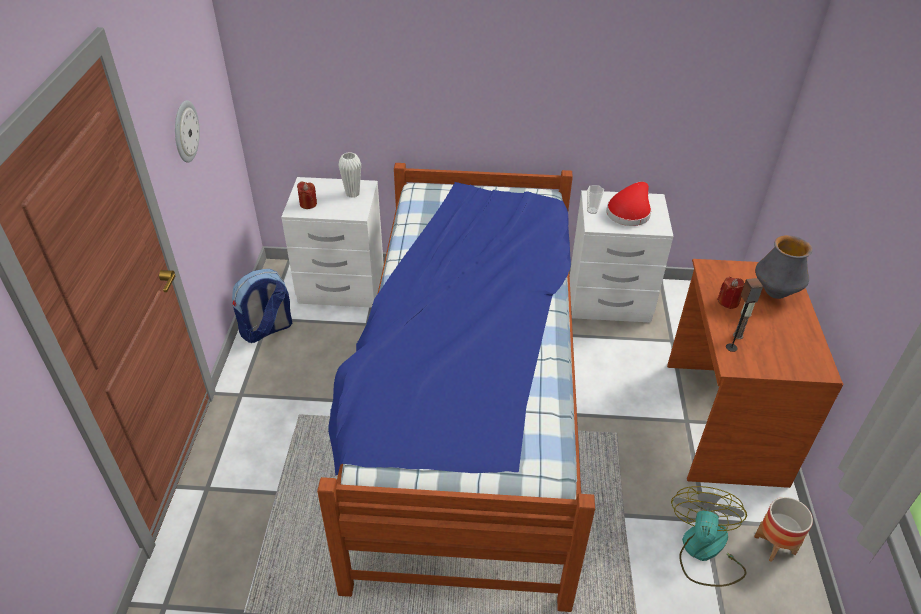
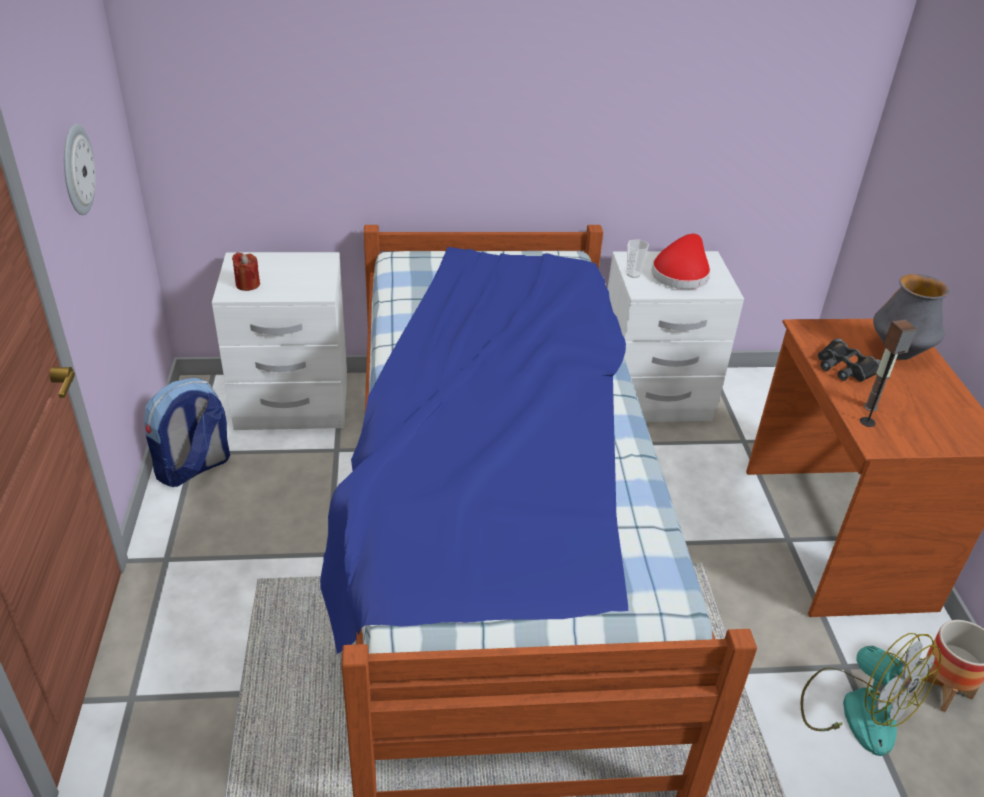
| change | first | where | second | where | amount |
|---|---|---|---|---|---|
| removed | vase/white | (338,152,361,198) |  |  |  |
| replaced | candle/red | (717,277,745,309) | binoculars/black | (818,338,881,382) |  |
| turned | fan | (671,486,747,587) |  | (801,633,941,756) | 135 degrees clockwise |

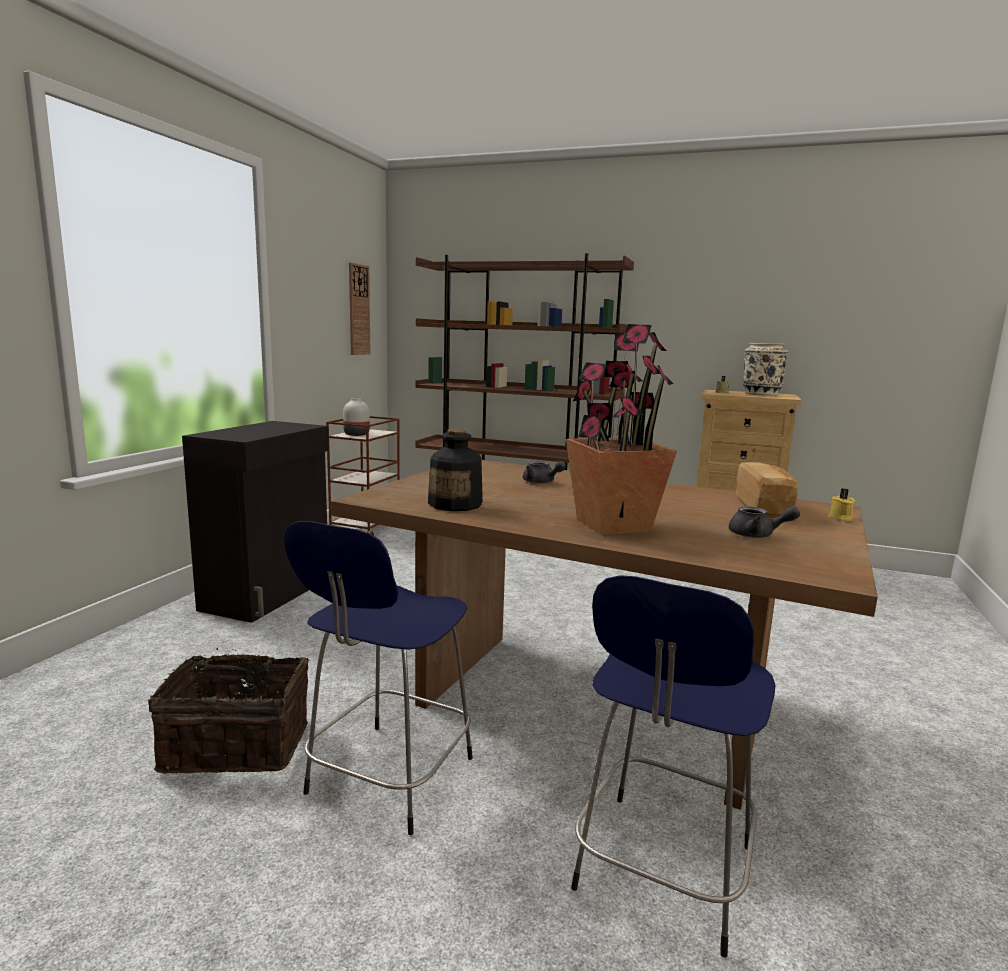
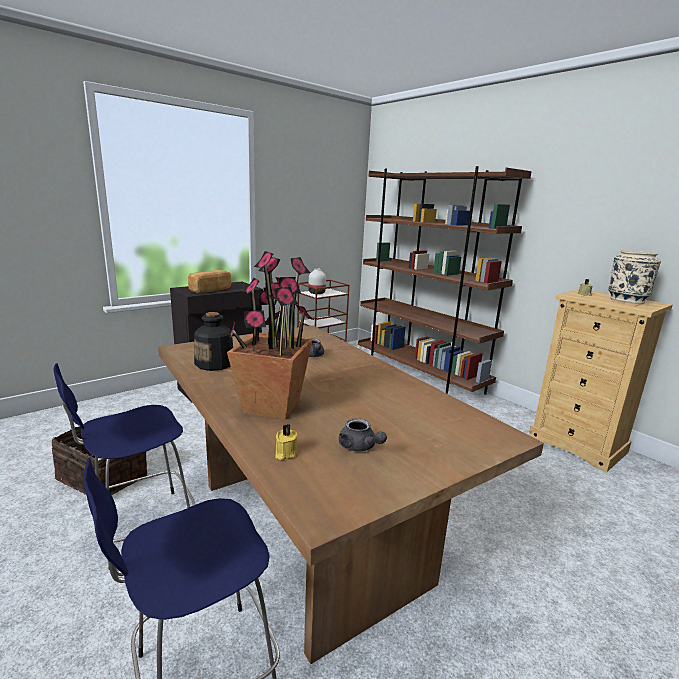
| change | first | where | second | where | amount |
|---|---|---|---|---|---|
| removed | wall clock | (349,263,371,355) |  |  |  |
| moved | bread | (736,462,798,518) |  | (188,270,231,293) |  |
| moved | candle/yellow | (828,488,855,521) |  | (275,424,298,460) |  |

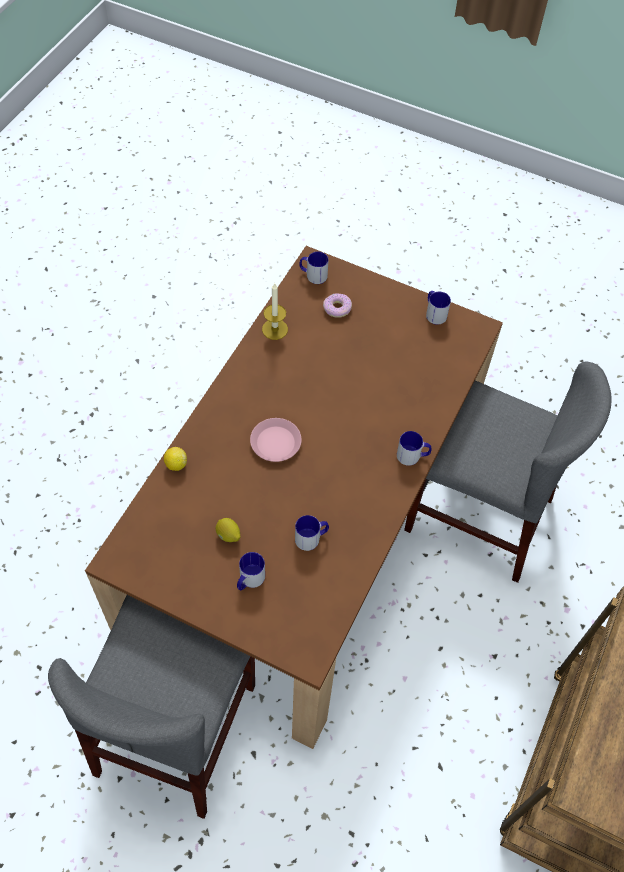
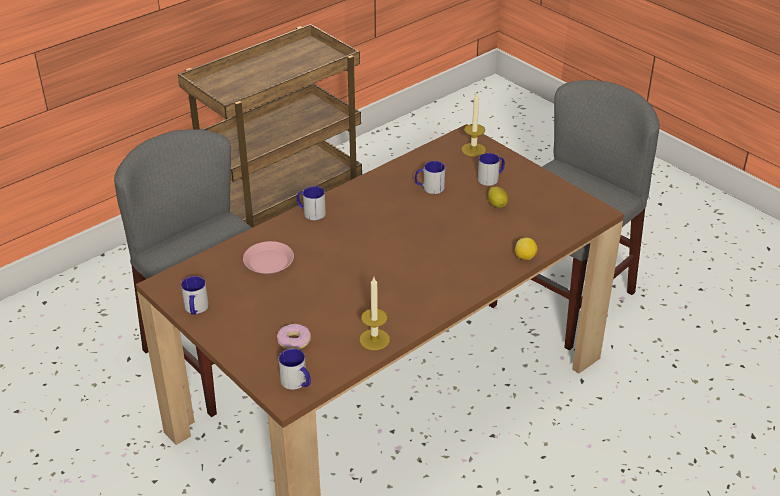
| change | first | where | second | where | amount |
|---|---|---|---|---|---|
| moved | plate/pink | (250,418,302,462) |  | (243,241,294,274) |  |
| added |  |  | candle | (461,93,486,157) |  |

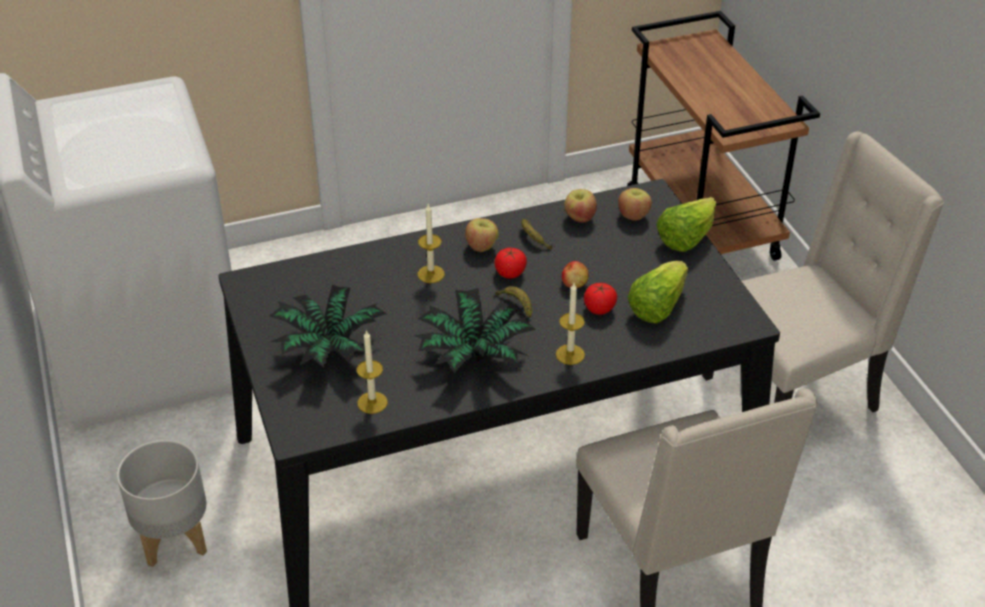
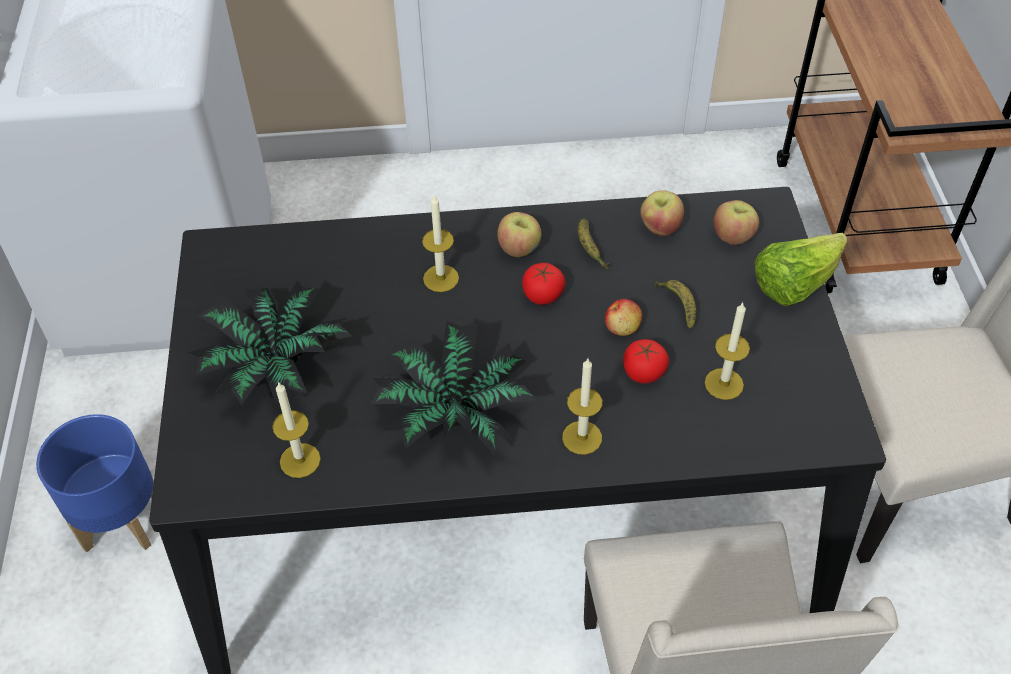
| change | first | where | second | where | amount |
|---|---|---|---|---|---|
| replaced | lettuce | (627,261,688,323) | candle | (705,302,750,400) |  |
| moved | banana | (495,286,532,318) |  | (654,280,696,329) |  |
| recoloured | planter/grey | (117,440,207,567) | planter/blue | (36,414,154,552) |  |

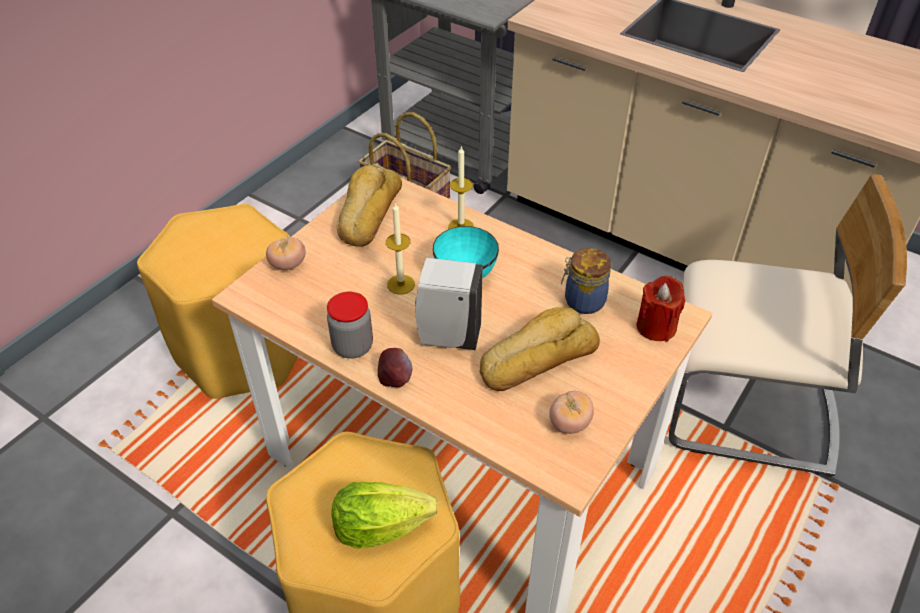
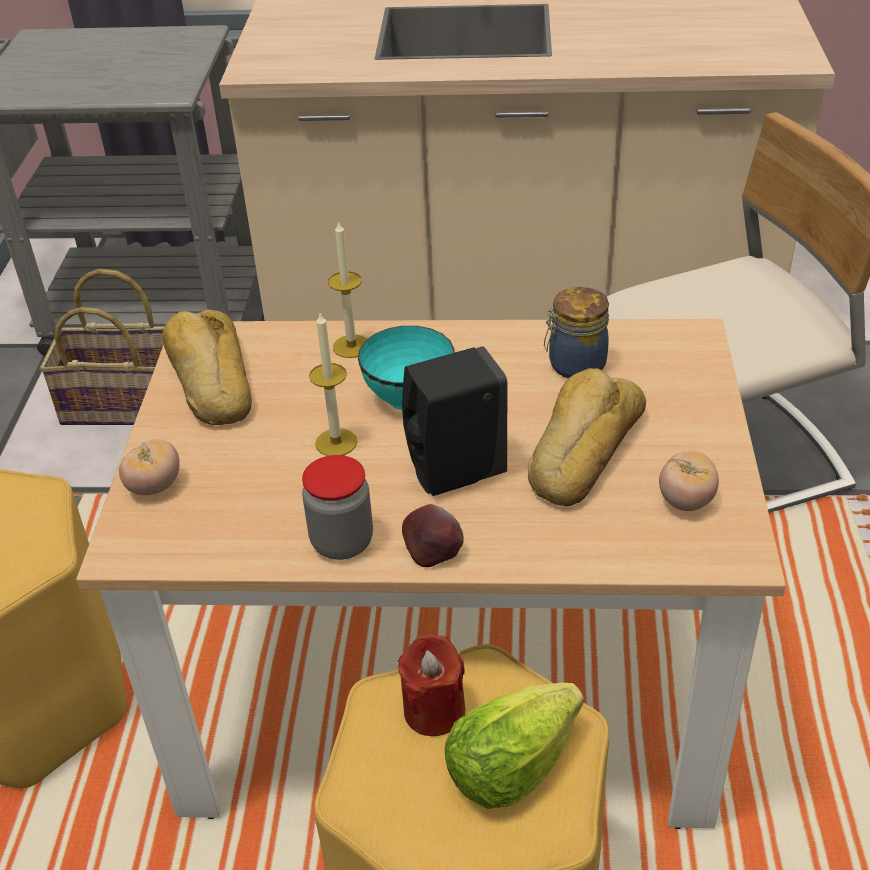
| change | first | where | second | where | amount |
|---|---|---|---|---|---|
| recoloured | soap dispenser/white | (415,258,483,350) | soap dispenser/black | (402,346,507,496) |  |
| moved | candle/red | (637,276,685,342) |  | (398,634,465,736) |  |

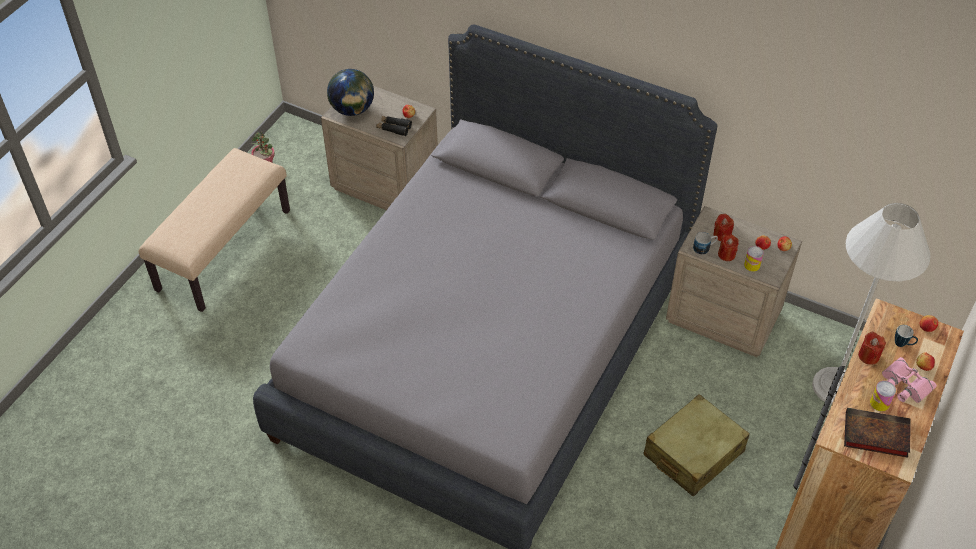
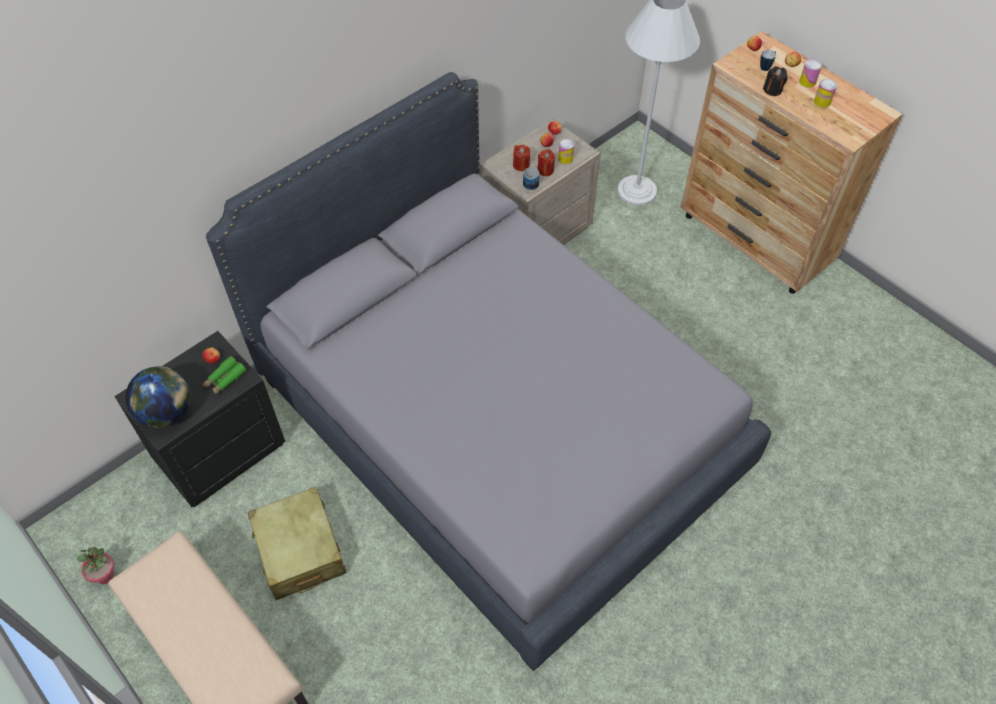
| change | first | where | second | where | amount |
|---|---|---|---|---|---|
| recoloured | nightstand/beige | (321,86,438,210) | nightstand/black | (114,331,285,507) |  |
| recoloured | binoculars/black | (376,116,412,136) | binoculars/green | (202,356,246,395) |  |
| recoloured | candle/red | (858,331,886,365) | candle/black | (763,66,788,96) |  |
| replaced | binoculars/pink | (882,357,937,403) | can | (799,59,822,88) |  |
| moved | suitcase/beige | (644,394,750,497) |  | (247,487,347,600) |  |
| removed | book | (844,408,911,458) |  |  |  |

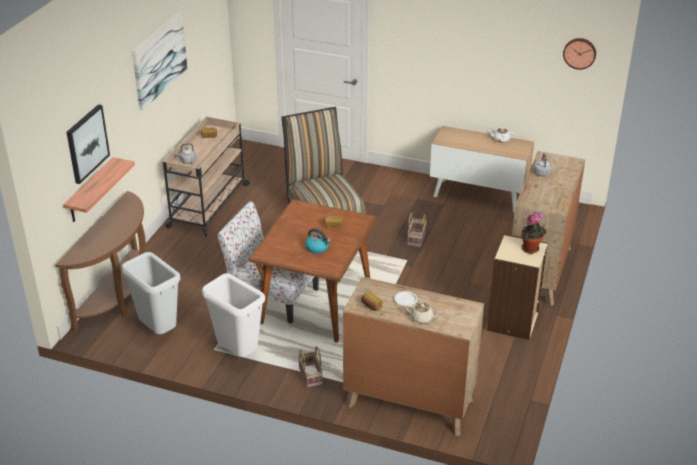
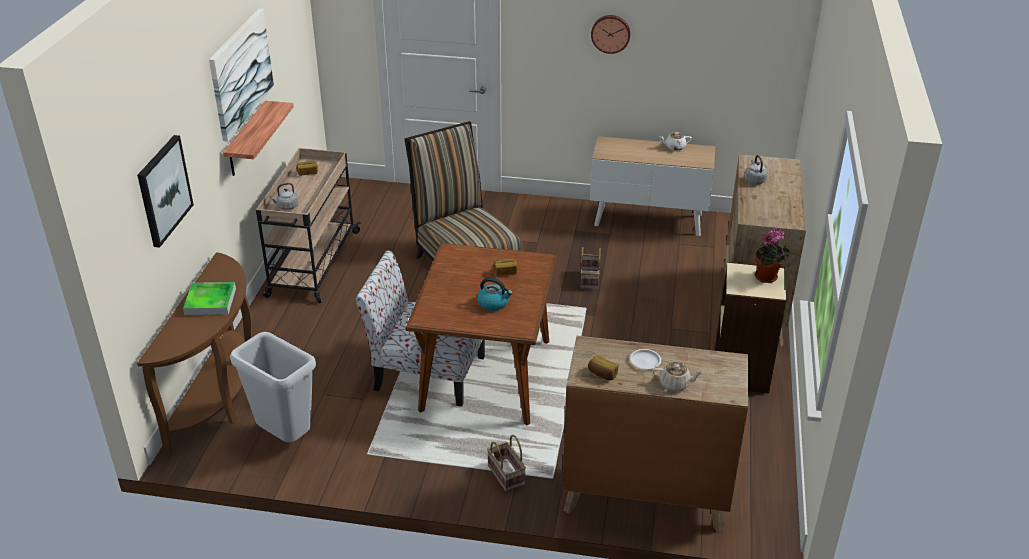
| change | first | where | second | where | amount |
|---|---|---|---|---|---|
| moved | wall clock | (563,38,596,70) |  | (591,15,630,54) |  |
| moved | shelf | (63,157,135,222) |  | (223,101,294,176) |  |
| removed | trash can/white | (202,273,265,357) |  |  |  |
| added |  |  | tray | (183,282,236,315) |  |

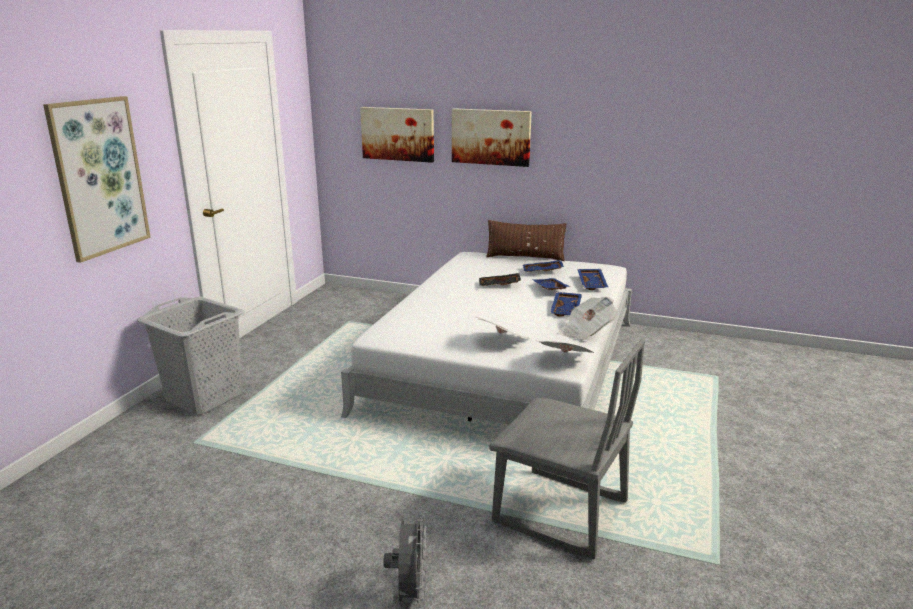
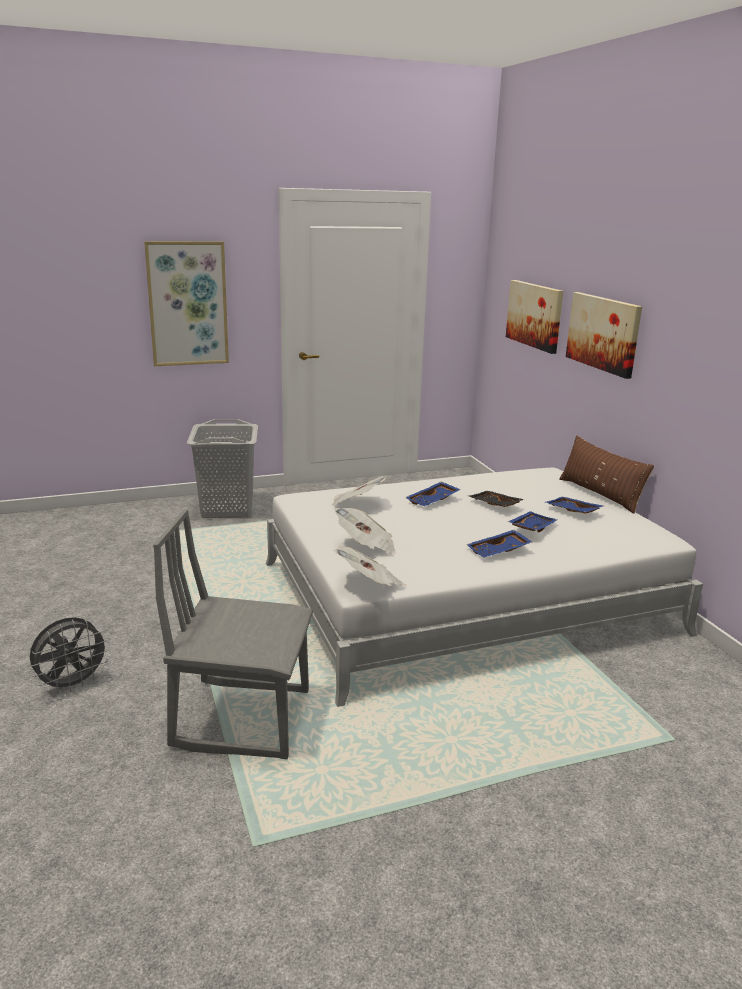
| change | first | where | second | where | amount |
|---|---|---|---|---|---|
| moved | tray/blue | (577,269,608,290) |  | (405,482,461,506) |  |
| moved | newspaper | (559,297,618,340) |  | (332,476,386,505) |  |
| turned | chair/grey | (489,339,645,559) |  | (153,509,313,759) | 105 degrees clockwise |

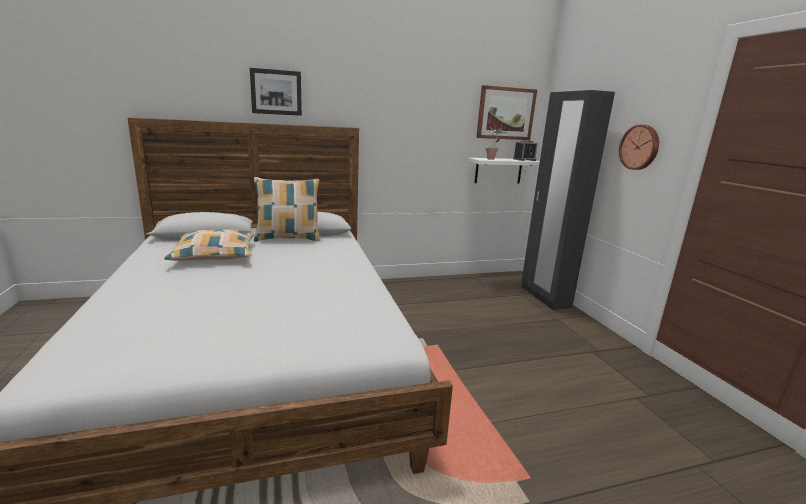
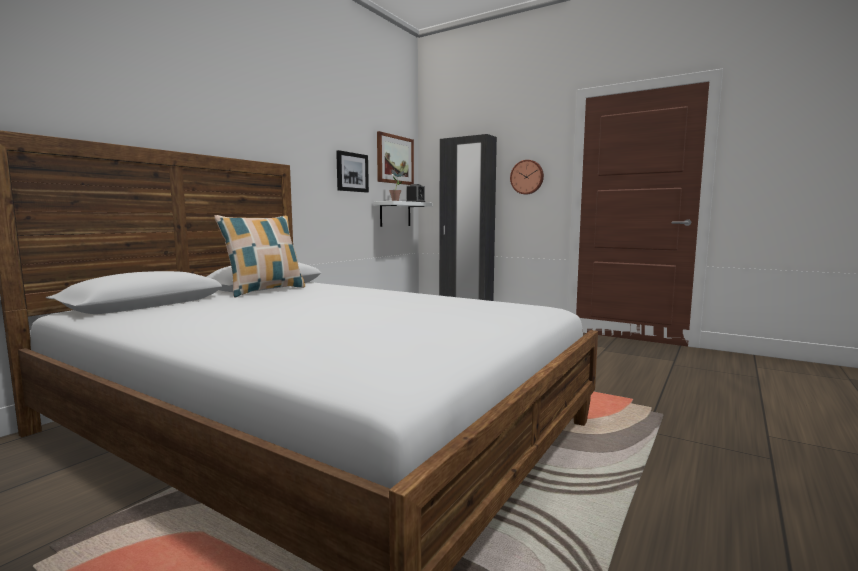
| change | first | where | second | where | amount |
|---|---|---|---|---|---|
| moved | picture | (250,68,302,116) |  | (336,150,369,193) |  |
| removed | pillow | (164,229,254,261) |  |  |  |

